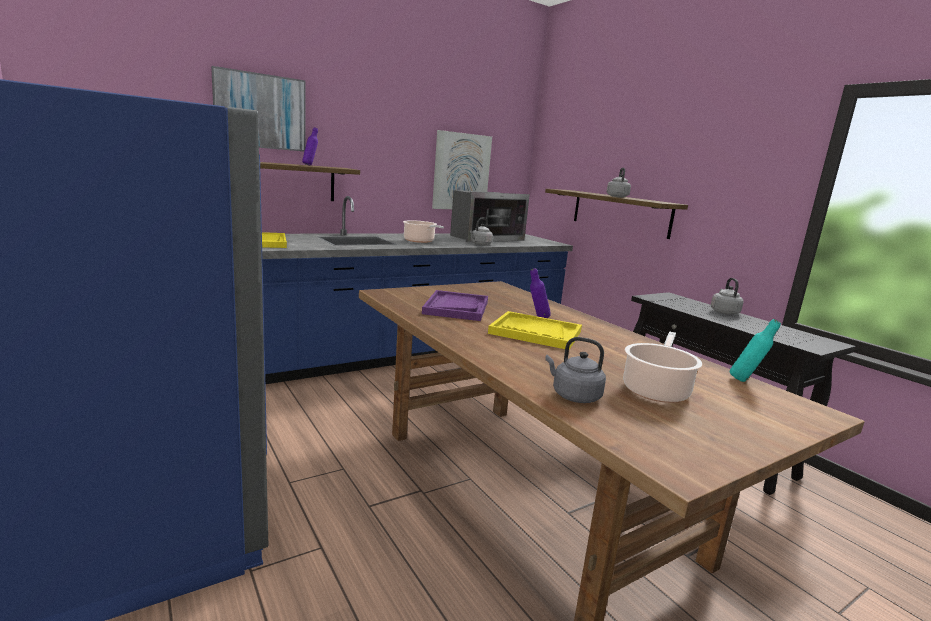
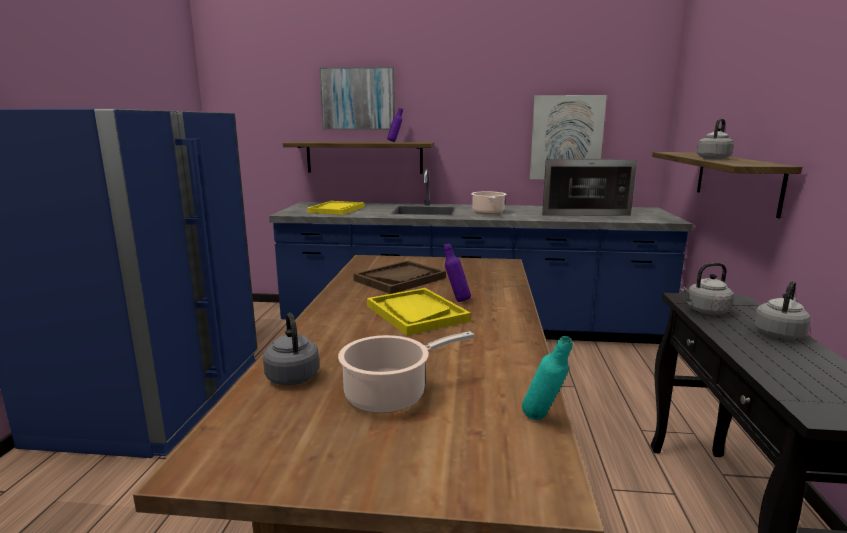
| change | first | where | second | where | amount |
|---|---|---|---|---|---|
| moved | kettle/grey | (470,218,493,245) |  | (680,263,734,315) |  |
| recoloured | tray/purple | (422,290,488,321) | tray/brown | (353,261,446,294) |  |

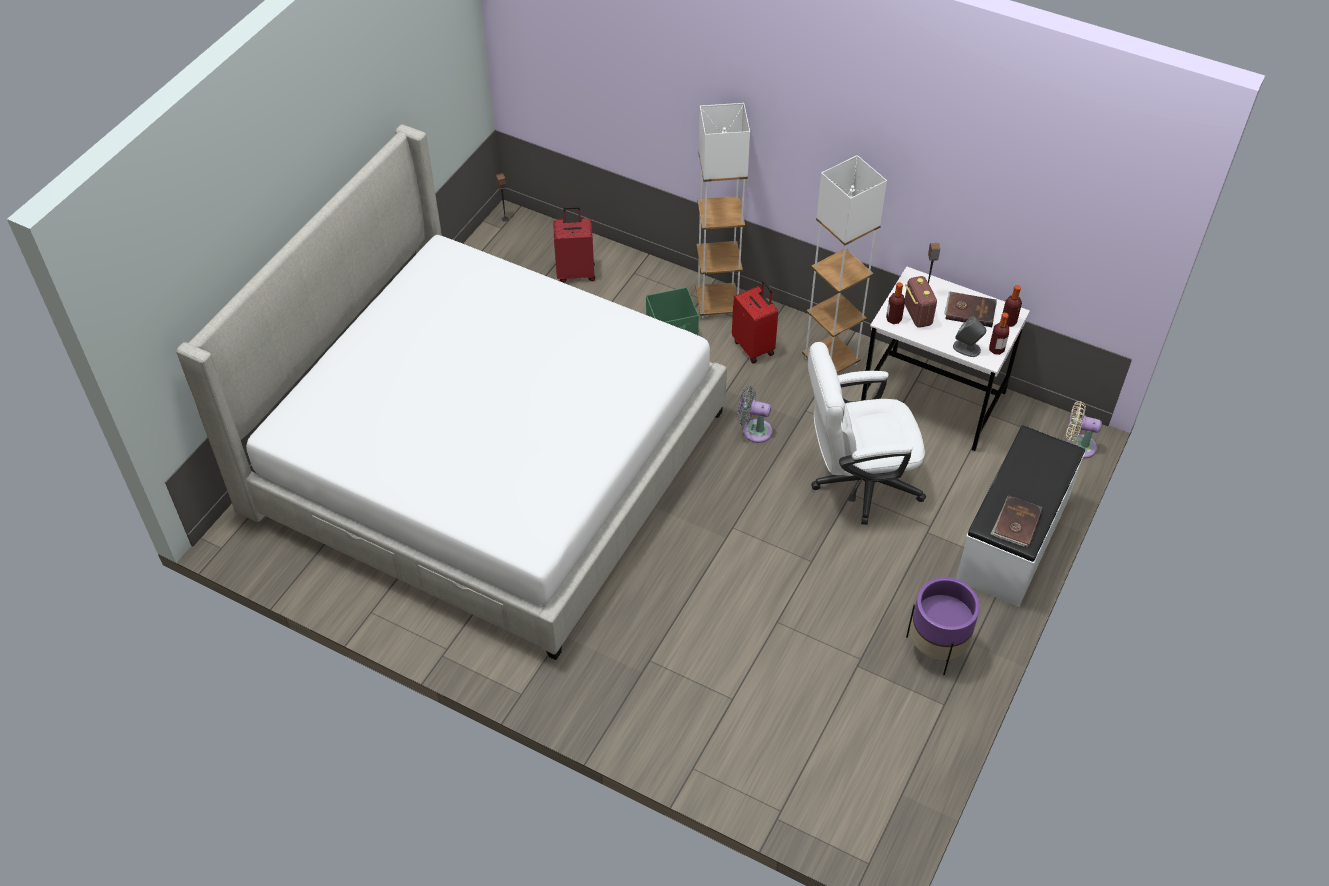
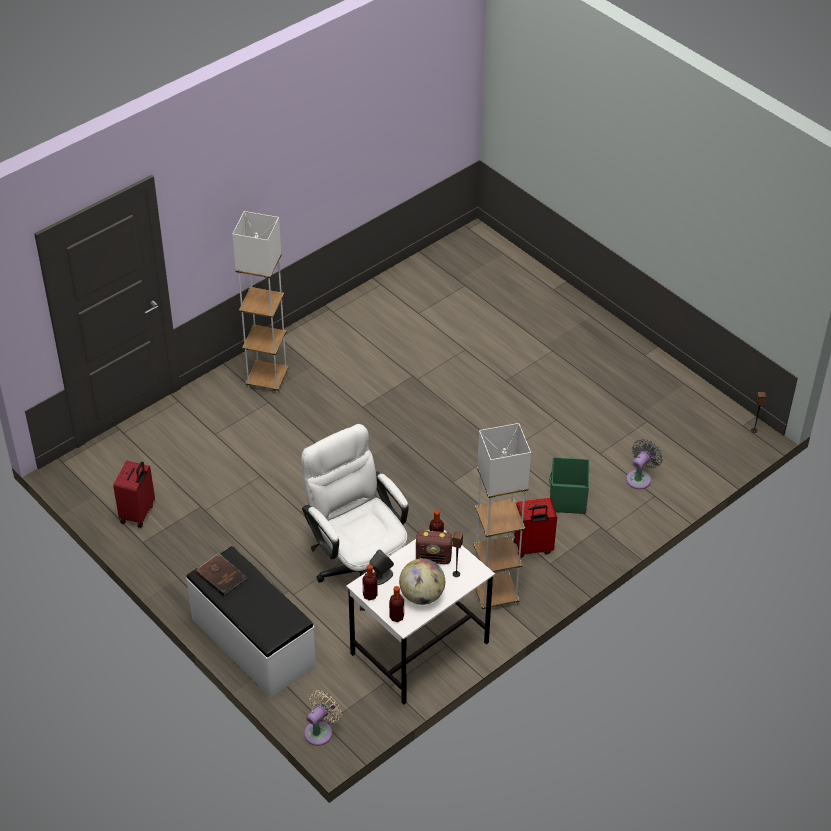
| change | first | where | second | where | amount |
|---|---|---|---|---|---|
| moved | floor lamp/white | (695,103,750,319) |  | (232,211,289,393) |  |
| removed | bed | (176,124,727,660) |  |  |  |
| moved | suitcase/red | (553,206,595,283) |  | (113,461,155,528) |  |
| replaced | book/brown | (944,291,997,327) | globe | (399,558,445,605) |  |
| turned | office chair/white | (808,342,926,525) |  | (301,424,409,611) | 45 degrees counterclockwise |
| moved | fan/grey | (737,386,772,443) |  | (626,439,663,489) |  |
| removed | planter/purple | (906,577,980,675) |  |  |  |

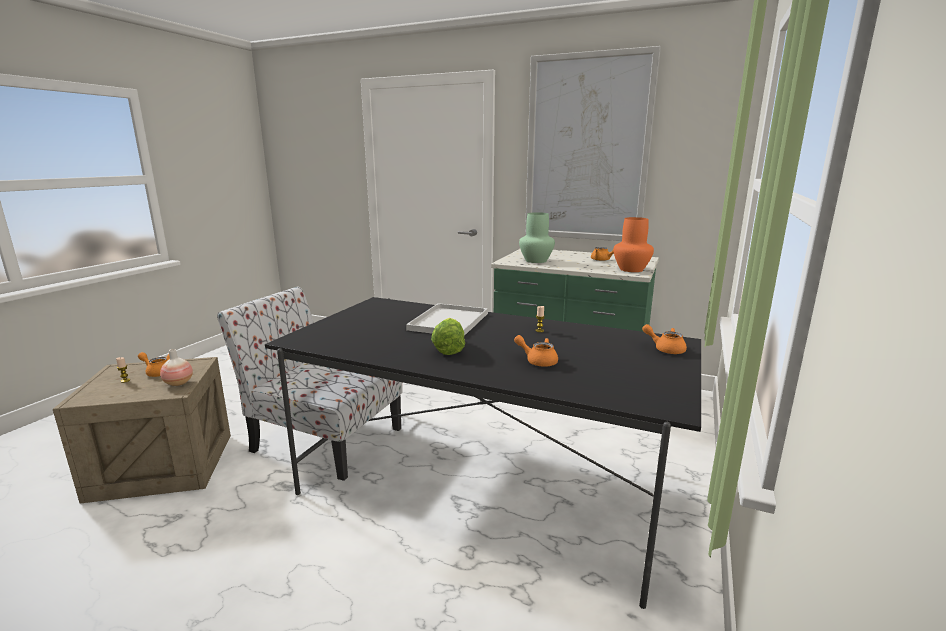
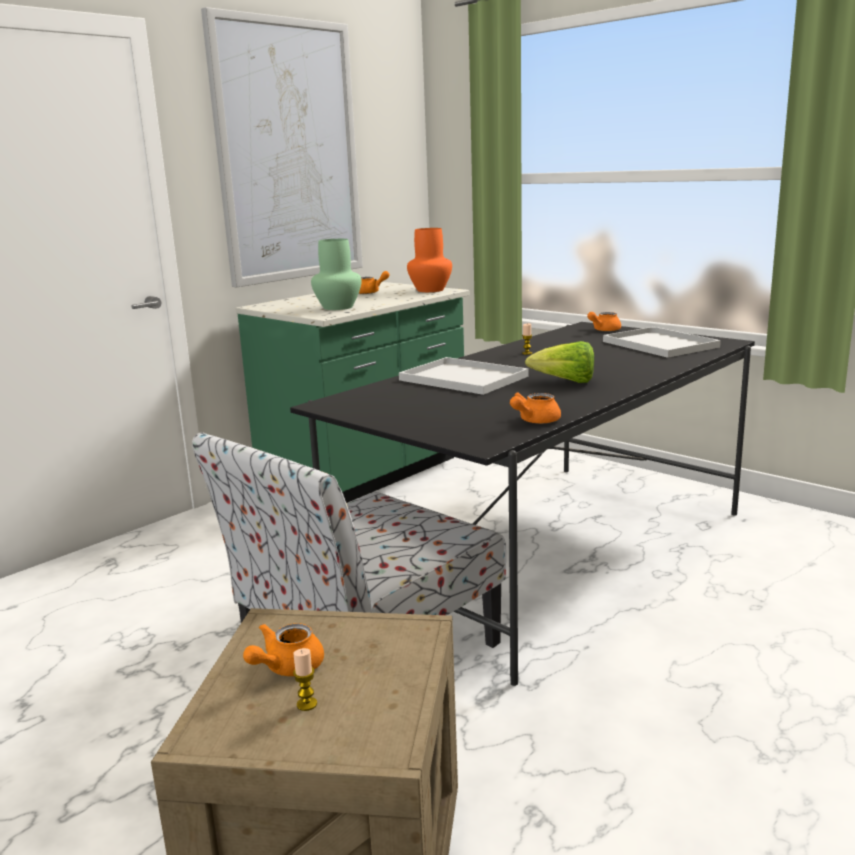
| change | first | where | second | where | amount |
|---|---|---|---|---|---|
| moved | teapot/orange | (514,335,558,367) |  | (510,392,561,424) |  |
| removed | vase | (160,349,193,386) |  |  |  |
| added |  |  | tray/white | (603,327,721,358) |  |

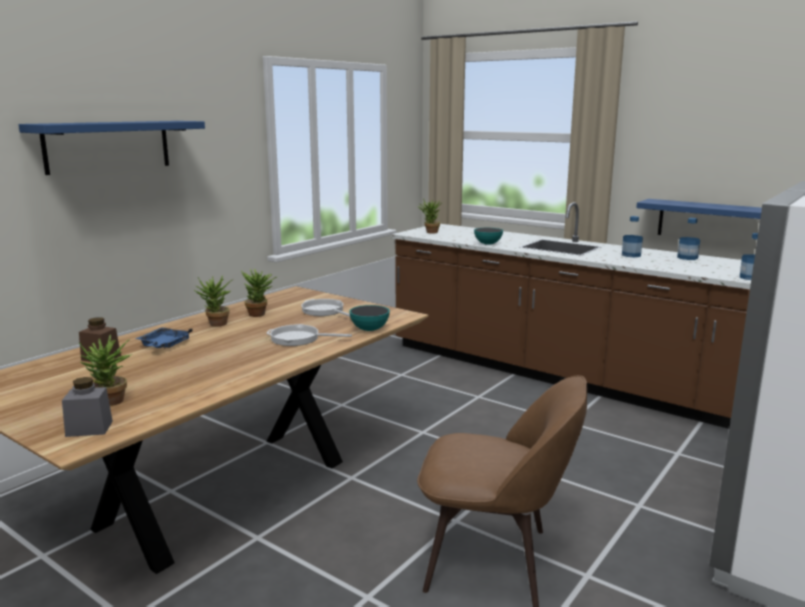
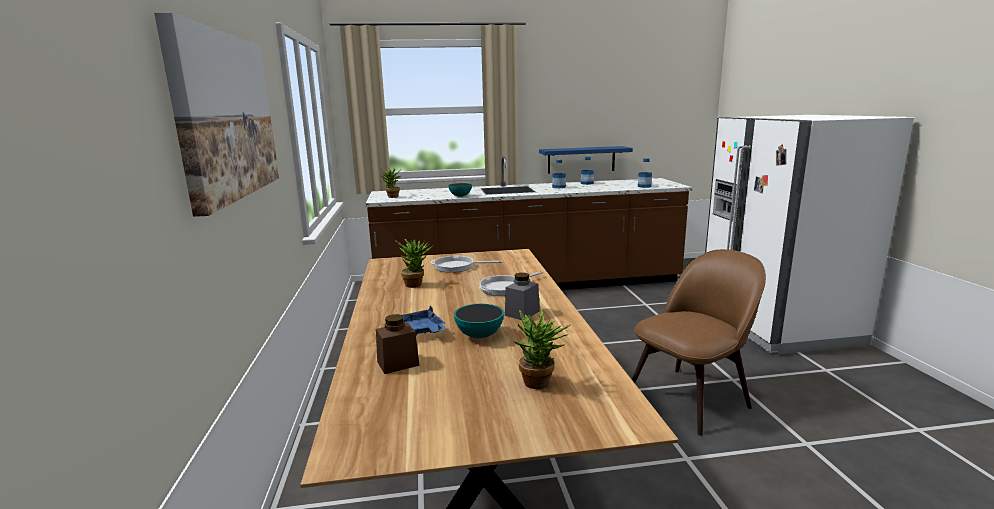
| change | first | where | second | where | amount |
|---|---|---|---|---|---|
| replaced | shelf/blue | (19,121,205,175) | picture | (154,12,279,217) |  |
| removed | potted plant | (194,275,232,327) |  |  |  |
| moved | bowl | (349,305,390,331) |  | (454,304,504,338) |  |
| moved | jar/grey | (62,377,113,437) |  | (505,273,540,320) |  |

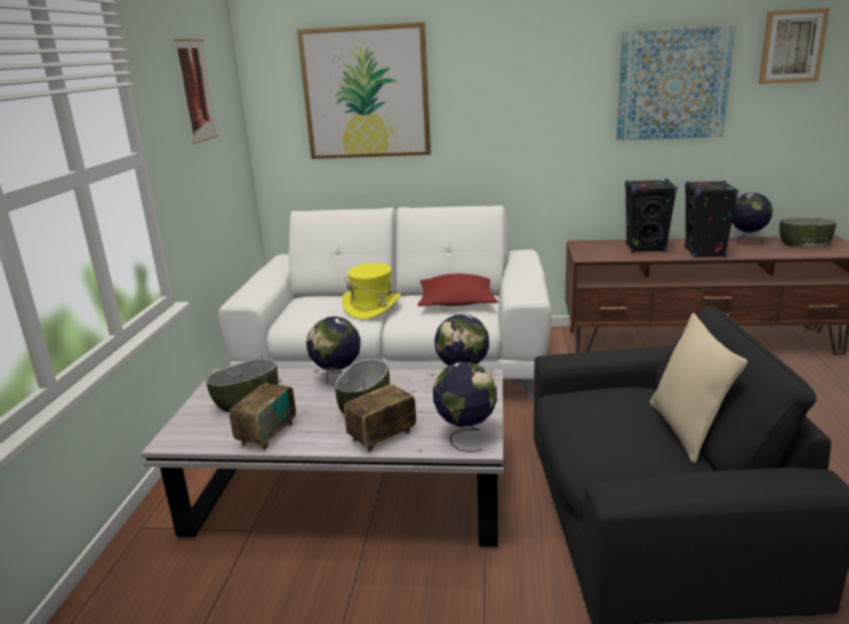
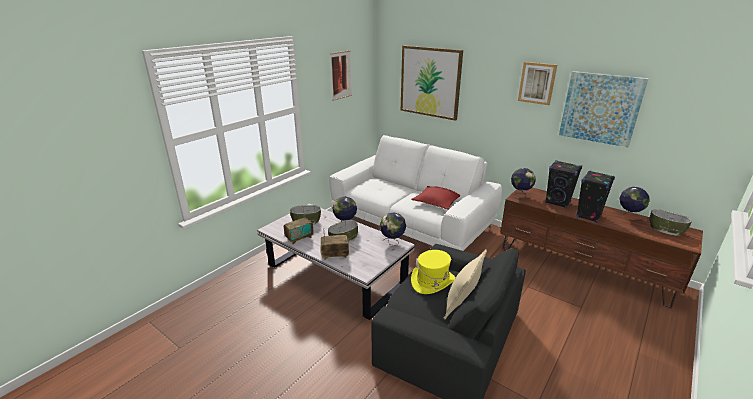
| change | first | where | second | where | amount |
|---|---|---|---|---|---|
| moved | picture | (759,8,830,84) |  | (518,62,557,105) |  |
| moved | hat/yellow | (342,263,401,320) |  | (411,250,455,294) |  |
| moved | globe | (433,362,497,452) |  | (511,168,536,200) |  |

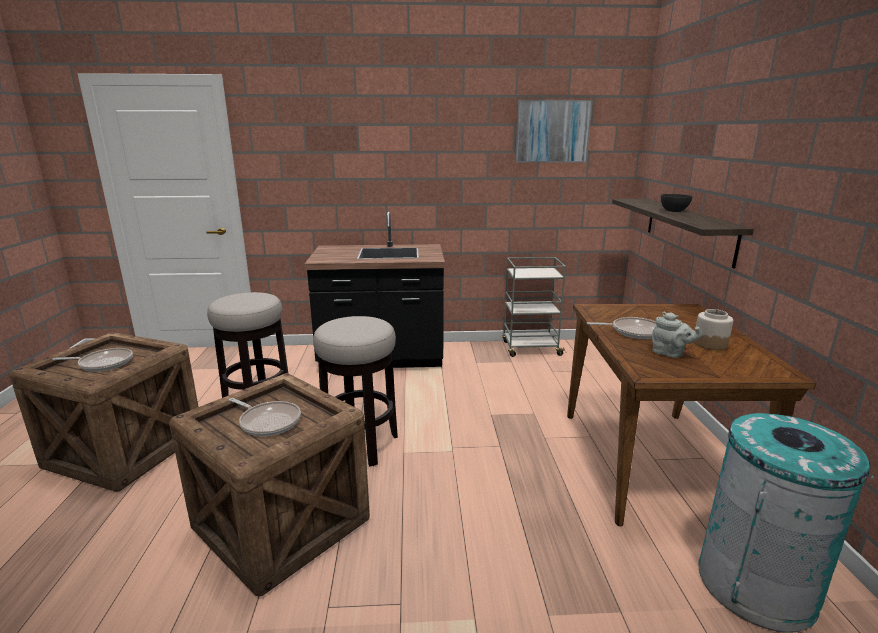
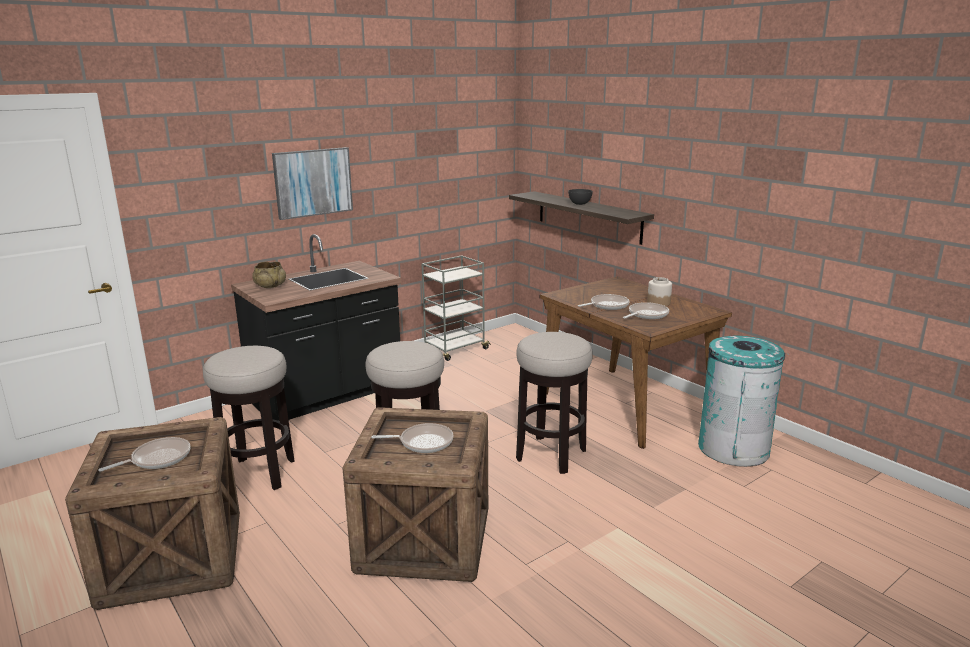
| change | first | where | second | where | amount |
|---|---|---|---|---|---|
| moved | picture | (515,100,593,163) |  | (272,147,353,220) |  |
| replaced | teapot/grey | (652,312,702,358) | frying pan | (623,302,669,319) |  |
| added |  |  | bowl/beige | (252,261,286,288) |  |
| added |  |  | stool | (516,332,593,474) |  |

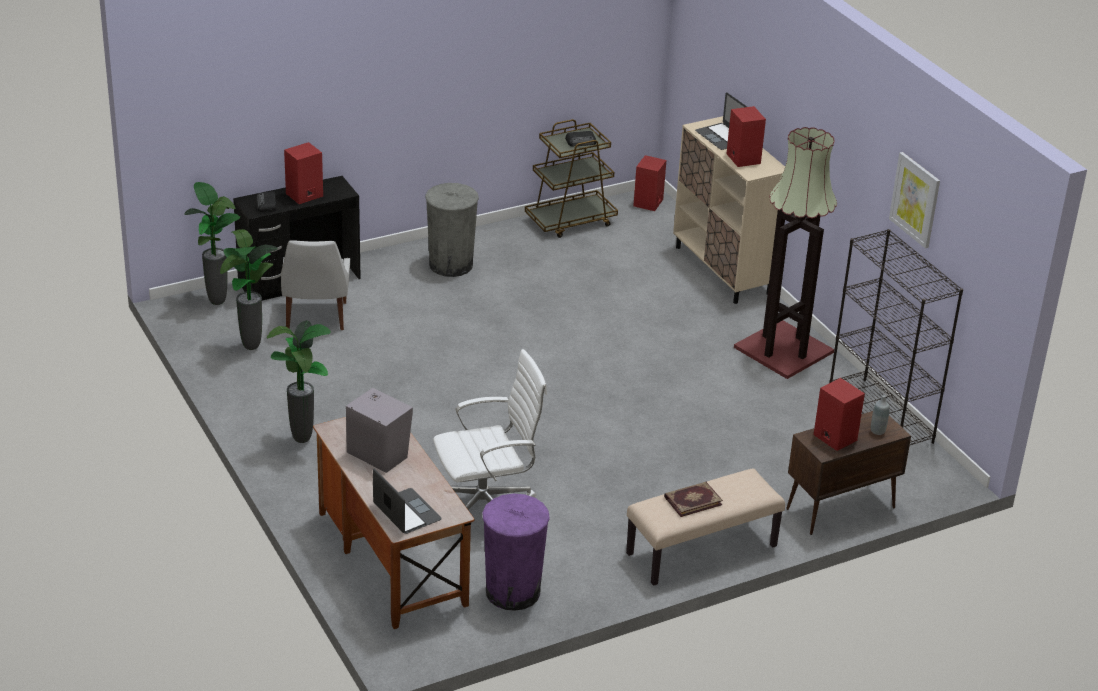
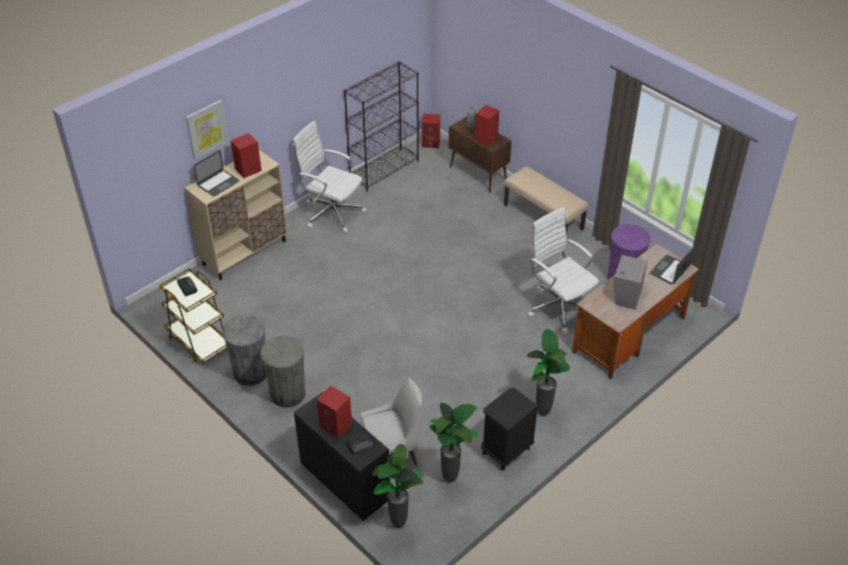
| change | first | where | second | where | amount |
|---|---|---|---|---|---|
| replaced | floor lamp | (734,127,837,379) | office chair/white | (293,121,367,233) |  |
| moved | picture | (889,152,940,249) |  | (186,100,229,160) |  |
| moved | speaker/red | (633,155,666,211) |  | (422,114,440,148) |  |
| removed | book | (664,482,723,517) |  |  |  |
| added |  |  | trash can/grey | (222,315,266,386) |  |
| added |  |  | nightstand/black | (481,388,539,470) |  |

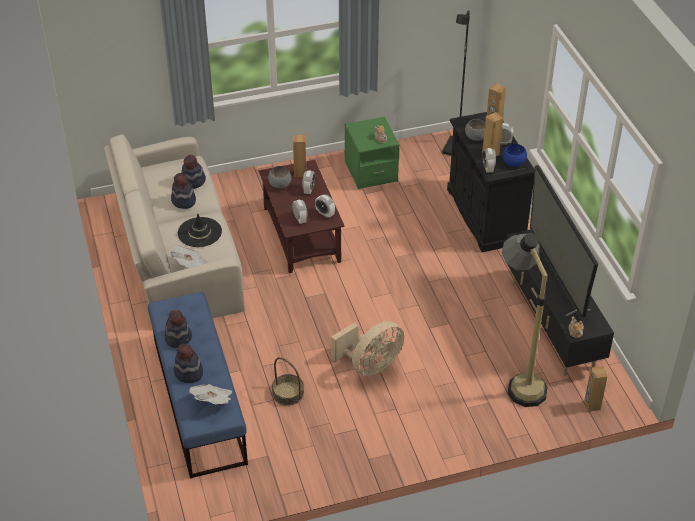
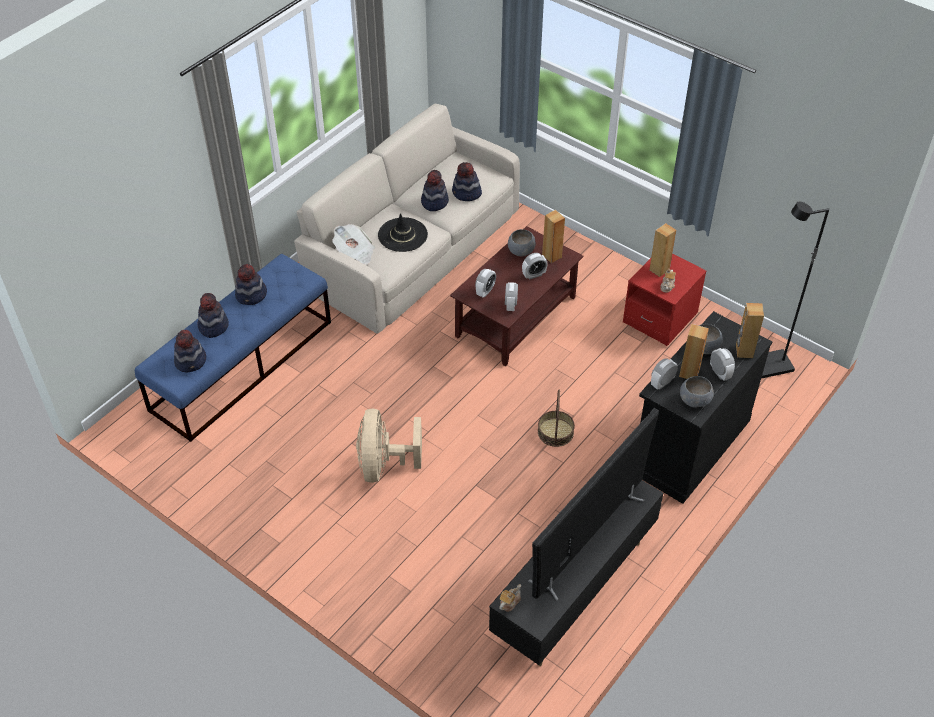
| change | first | where | second | where | amount |
|---|---|---|---|---|---|
| recoloured | nightstand/green | (345,117,400,189) | nightstand/red | (623,254,706,346) |  |
| recoloured | bowl/blue | (502,144,527,167) | bowl/grey | (680,376,714,408) |  |
| removed | floor lamp | (502,233,548,407) |  |  |  |
| turned | fan/beige | (331,321,404,376) |  | (356,409,422,483) | 75 degrees clockwise |
| moved | basket | (272,357,304,406) |  | (538,390,575,447) |  |
| moved | speaker/brown | (584,366,608,411) |  | (649,223,676,277) |  |
| replaced | newspaper | (189,384,232,404) | hat | (174,330,206,373) |  |

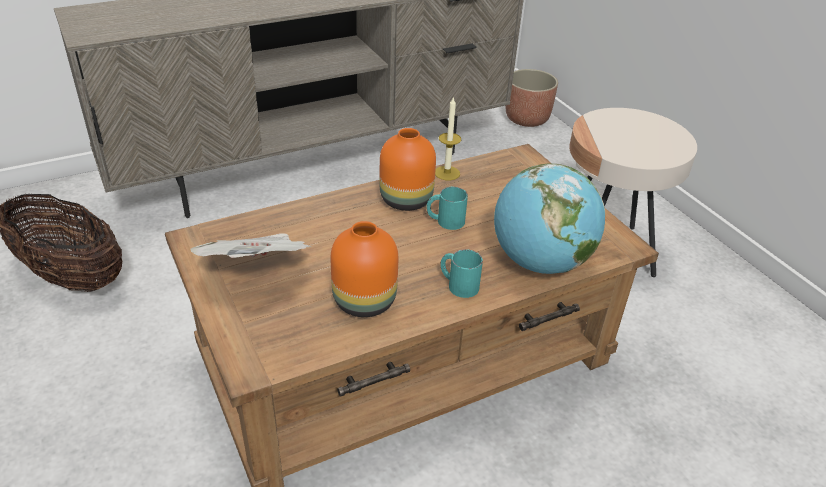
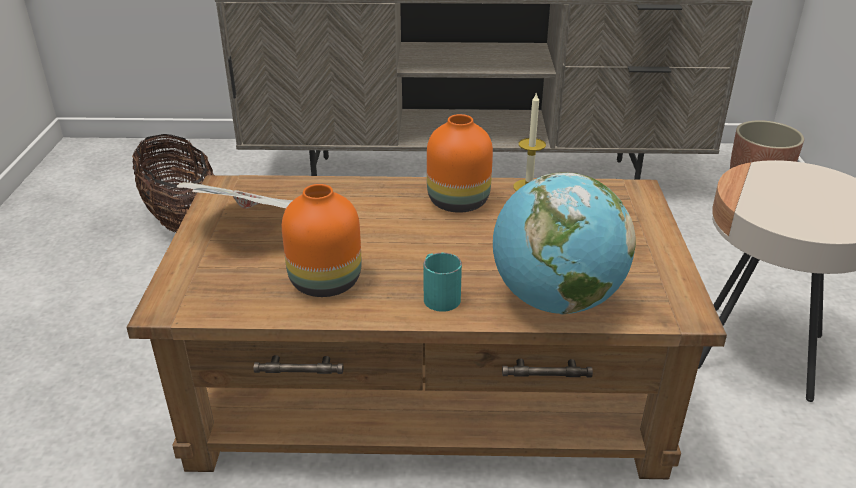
| change | first | where | second | where | amount |
|---|---|---|---|---|---|
| removed | mug/turquoise | (426,187,468,230) |  |  |  |

